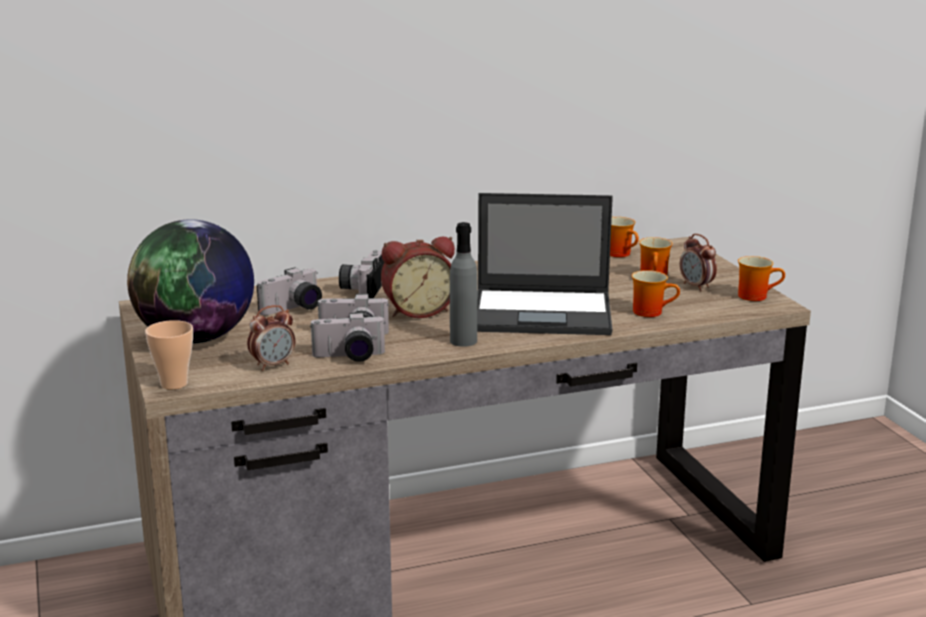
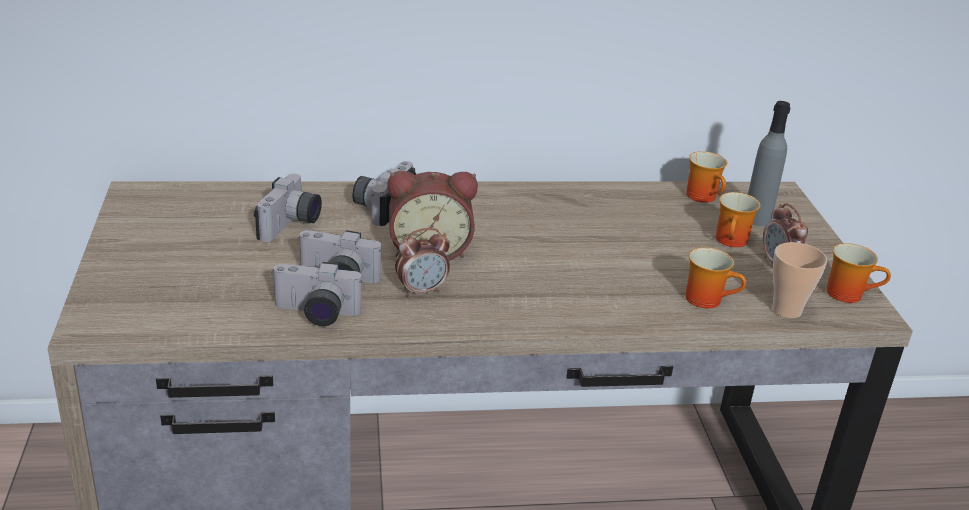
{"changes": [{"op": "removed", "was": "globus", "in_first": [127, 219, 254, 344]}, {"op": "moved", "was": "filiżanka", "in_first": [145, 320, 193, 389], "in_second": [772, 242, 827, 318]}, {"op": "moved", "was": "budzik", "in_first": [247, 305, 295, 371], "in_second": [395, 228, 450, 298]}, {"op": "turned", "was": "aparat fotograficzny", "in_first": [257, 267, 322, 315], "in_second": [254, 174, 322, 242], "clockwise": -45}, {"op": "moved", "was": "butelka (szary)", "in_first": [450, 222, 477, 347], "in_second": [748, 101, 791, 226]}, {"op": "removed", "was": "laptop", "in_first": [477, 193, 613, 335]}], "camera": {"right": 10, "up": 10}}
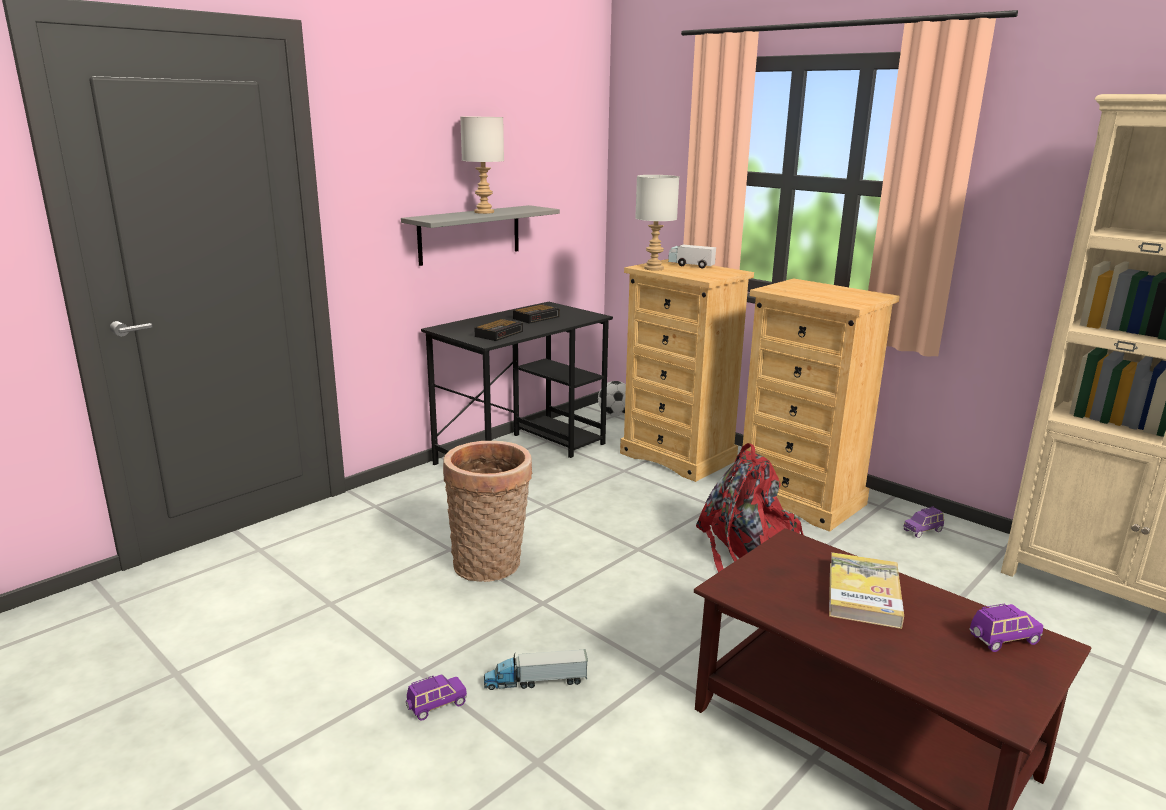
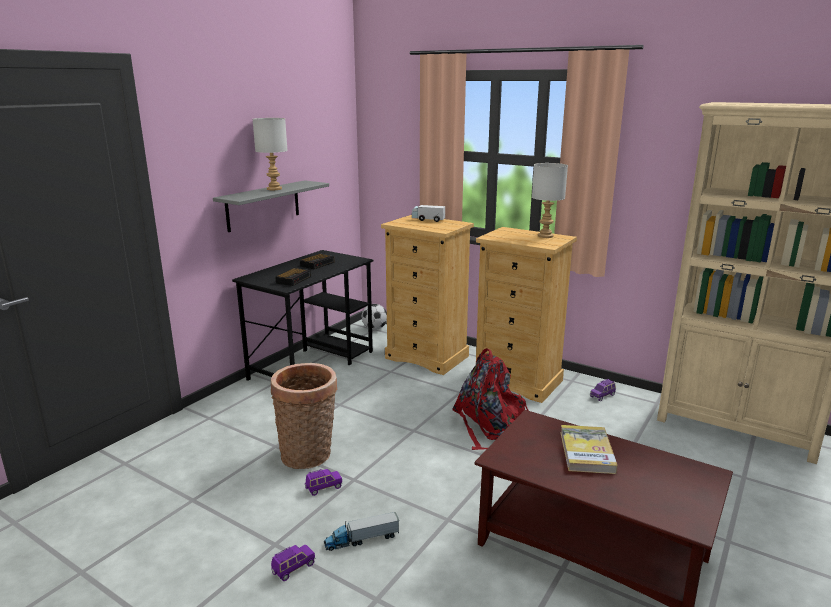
{"changes": [{"op": "moved", "was": "lampa stołowa (szary)", "in_first": [635, 175, 679, 271], "in_second": [532, 163, 568, 238]}, {"op": "moved", "was": "samochodzik (fioletowy)", "in_first": [969, 604, 1043, 652], "in_second": [305, 469, 342, 496]}], "camera": {"right": -10, "up": 0}}
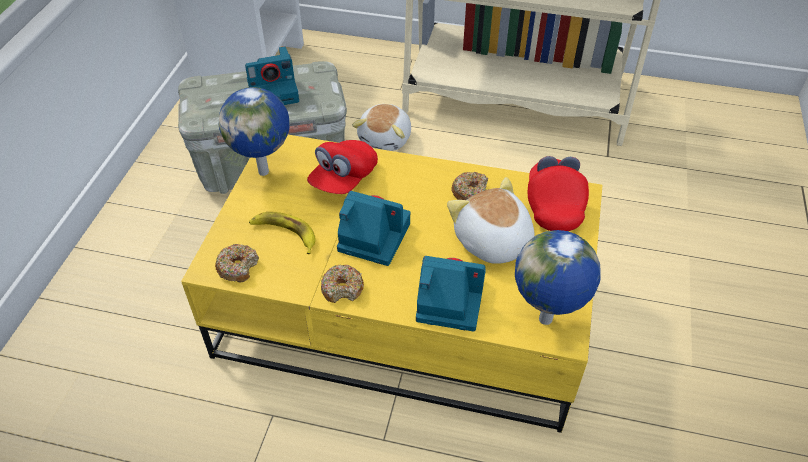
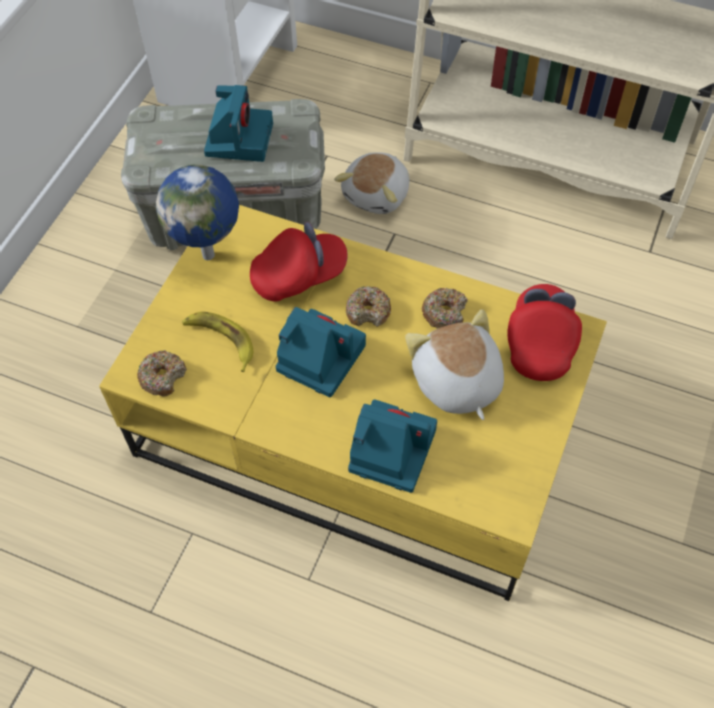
{"changes": [{"op": "turned", "was": "aparat fotograficzny", "in_first": [245, 46, 299, 105], "in_second": [204, 85, 273, 162], "clockwise": -75}, {"op": "turned", "was": "czapka z daszkiem (czerwony)", "in_first": [307, 140, 378, 194], "in_second": [250, 222, 348, 302], "clockwise": -150}, {"op": "moved", "was": "donut", "in_first": [321, 264, 364, 303], "in_second": [346, 286, 391, 327]}, {"op": "removed", "was": "globus", "in_first": [515, 230, 601, 325]}], "camera": {"right": 10, "up": 10}}
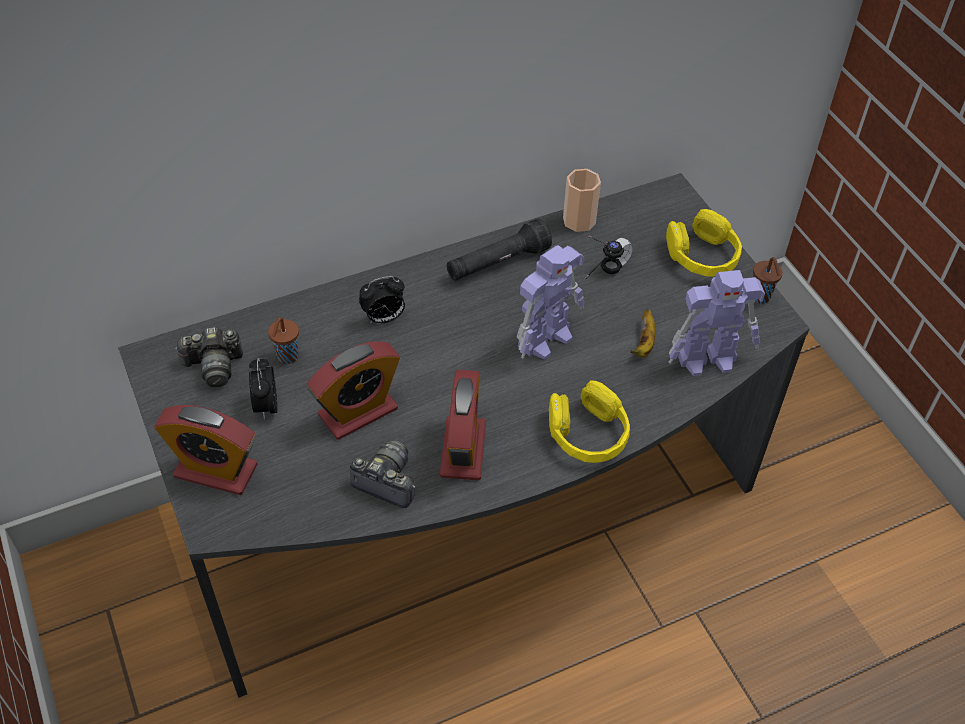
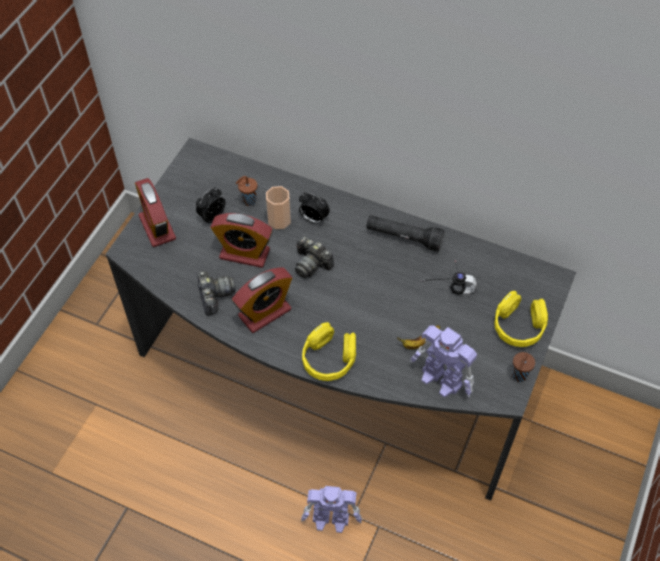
{"changes": [{"op": "moved", "was": "aparat fotograficzny", "in_first": [175, 327, 243, 387], "in_second": [295, 236, 334, 278]}, {"op": "moved", "was": "robot zabawkowy", "in_first": [517, 245, 584, 360], "in_second": [301, 486, 362, 533]}, {"op": "moved", "was": "filiżanka", "in_first": [563, 169, 601, 232], "in_second": [266, 186, 291, 229]}], "camera": {"right": 50, "up": 5}}
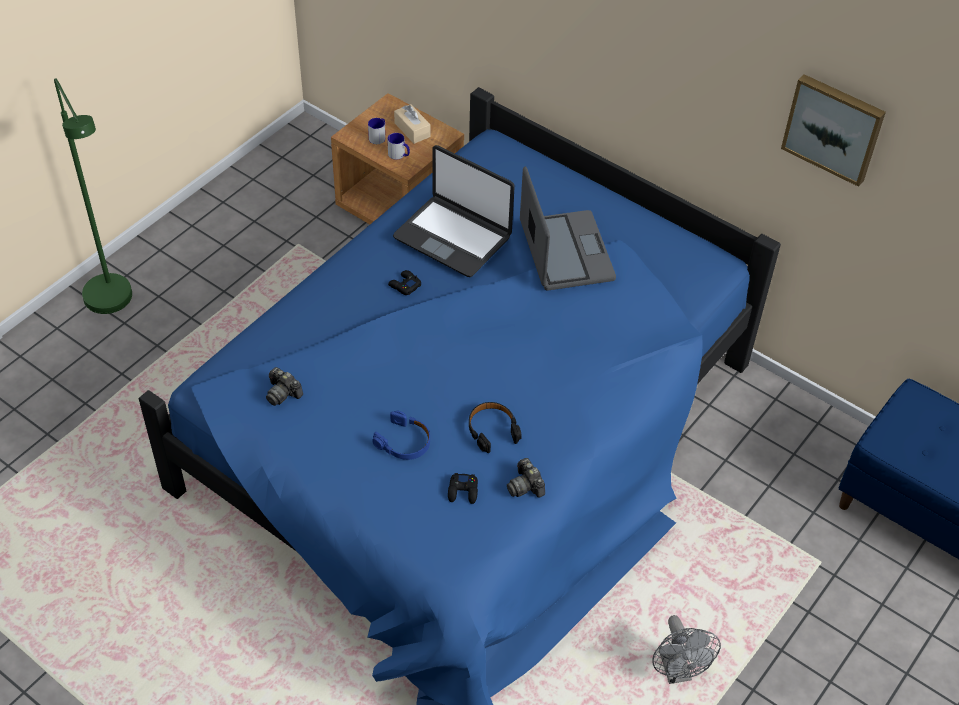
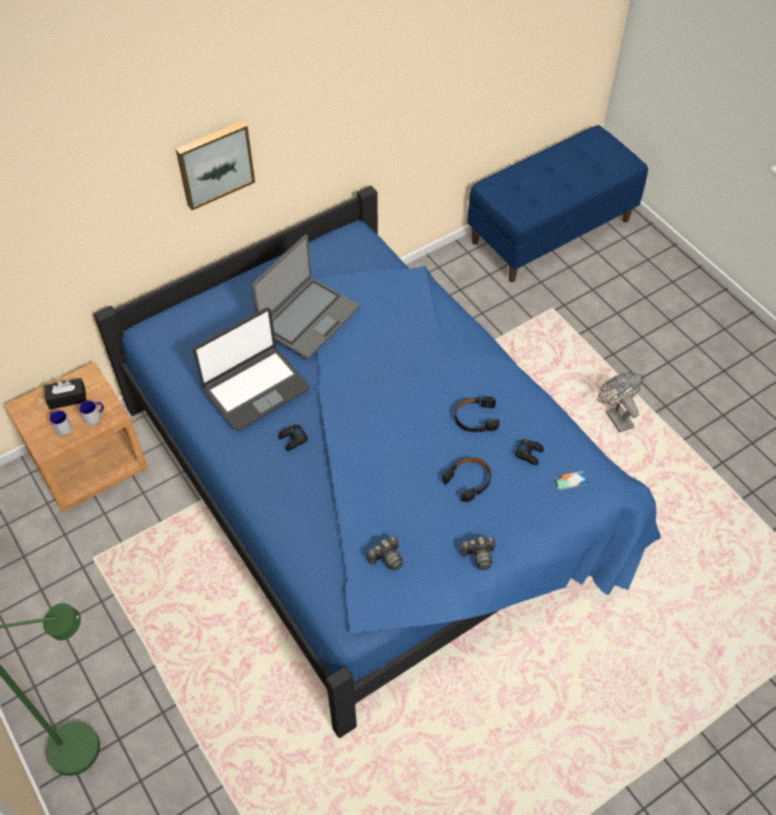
{"changes": [{"op": "recoloured", "was": "słuchawki (niebieski)", "now": "słuchawki (czarny)", "in_first": [372, 411, 430, 460], "in_second": [442, 457, 491, 502]}, {"op": "recoloured", "was": "pudełko chusteczek (beżowy)", "now": "pudełko chusteczek (czarny)", "in_first": [394, 104, 430, 144], "in_second": [44, 378, 87, 410]}, {"op": "moved", "was": "aparat fotograficzny", "in_first": [507, 458, 545, 498], "in_second": [460, 537, 495, 570]}, {"op": "turned", "was": "laptop", "in_first": [520, 166, 616, 290], "in_second": [251, 234, 359, 359], "clockwise": 120}, {"op": "turned", "was": "wentylator (szary)", "in_first": [652, 615, 721, 684], "in_second": [598, 372, 644, 433], "clockwise": -120}, {"op": "moved", "was": "obraz", "in_first": [781, 74, 886, 187], "in_second": [176, 121, 255, 210]}, {"op": "added", "now": "telefon", "in_second": [553, 470, 589, 490]}], "camera": {"right": -70, "up": 5}}
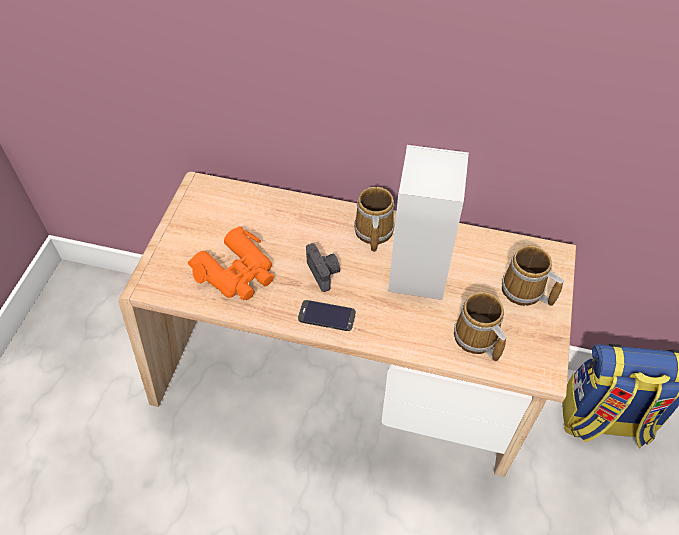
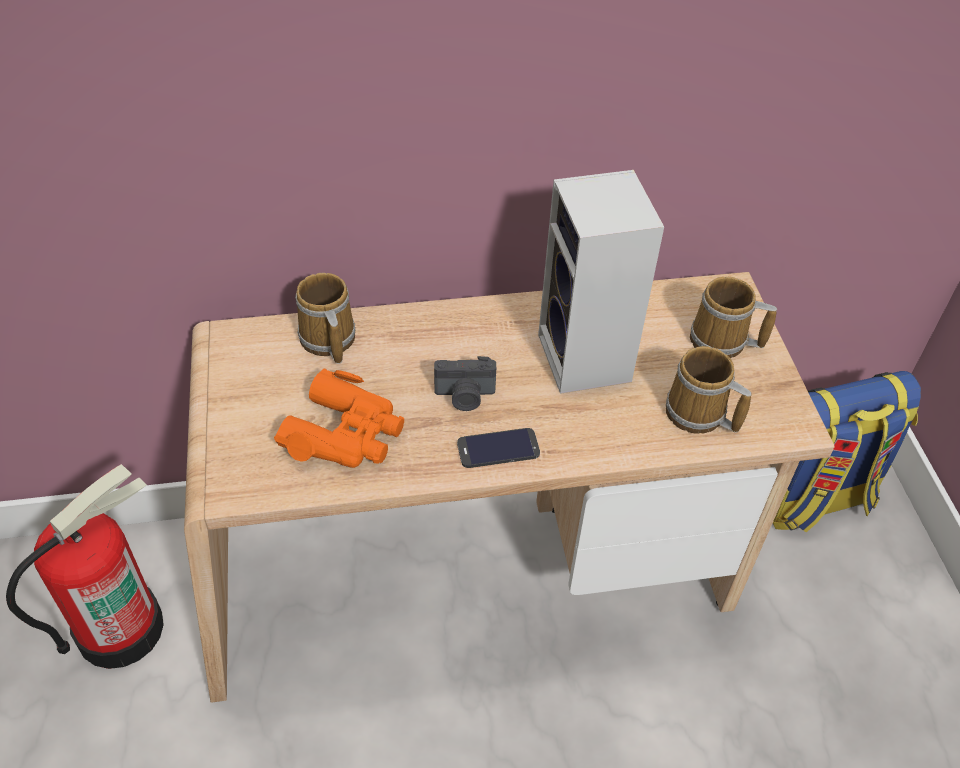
{"changes": [{"op": "turned", "was": "aparat fotograficzny", "in_first": [306, 243, 340, 292], "in_second": [434, 356, 496, 411], "clockwise": 135}, {"op": "moved", "was": "kubek", "in_first": [354, 187, 395, 252], "in_second": [295, 273, 355, 364]}, {"op": "added", "now": "gaśnica", "in_second": [6, 464, 164, 669]}], "camera": {"right": -25, "up": -5}}
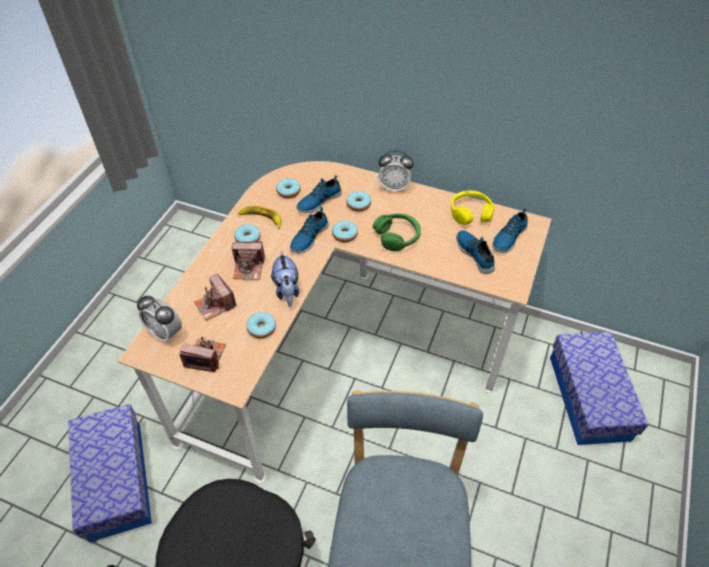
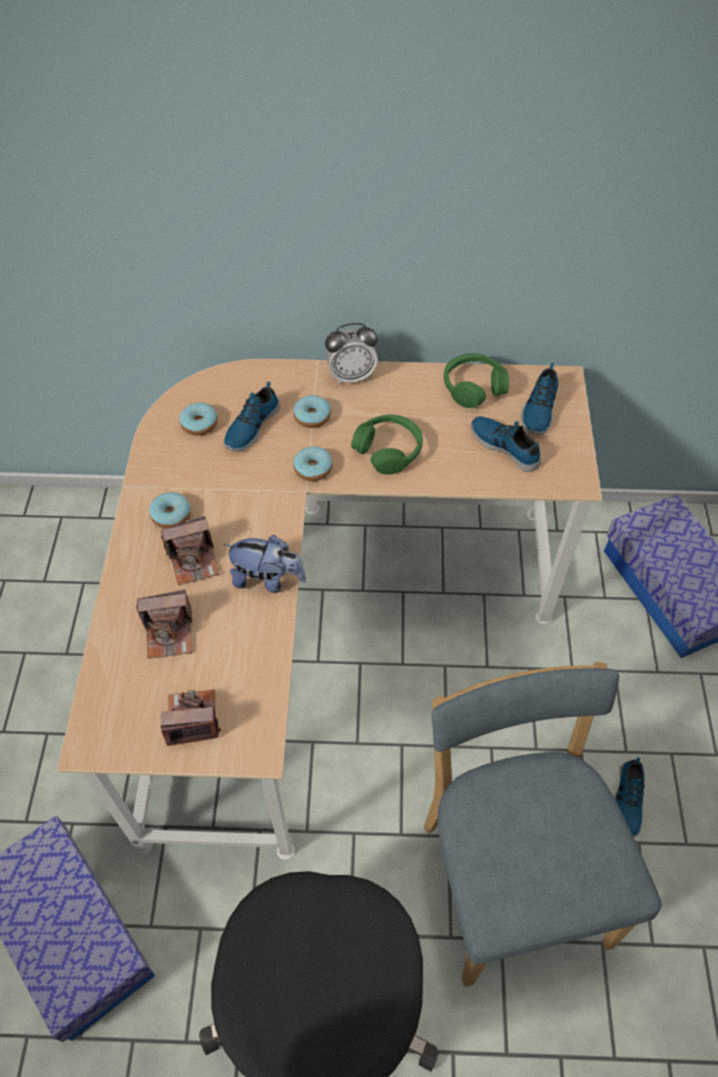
{"changes": [{"op": "removed", "was": "budzik", "in_first": [137, 296, 182, 343]}, {"op": "turned", "was": "aparat fotograficzny", "in_first": [194, 274, 236, 321], "in_second": [136, 590, 192, 659], "clockwise": -45}, {"op": "removed", "was": "banan", "in_first": [238, 206, 282, 229]}, {"op": "removed", "was": "donut", "in_first": [246, 312, 276, 338]}, {"op": "turned", "was": "pluszak", "in_first": [271, 251, 300, 306], "in_second": [224, 535, 306, 593], "clockwise": -45}, {"op": "moved", "was": "but", "in_first": [290, 207, 329, 253], "in_second": [614, 757, 645, 837]}, {"op": "recoloured", "was": "słuchawki (żółty)", "now": "słuchawki (zielony)", "in_first": [451, 191, 494, 225], "in_second": [444, 353, 509, 408]}], "camera": {"right": -20, "up": 5}}
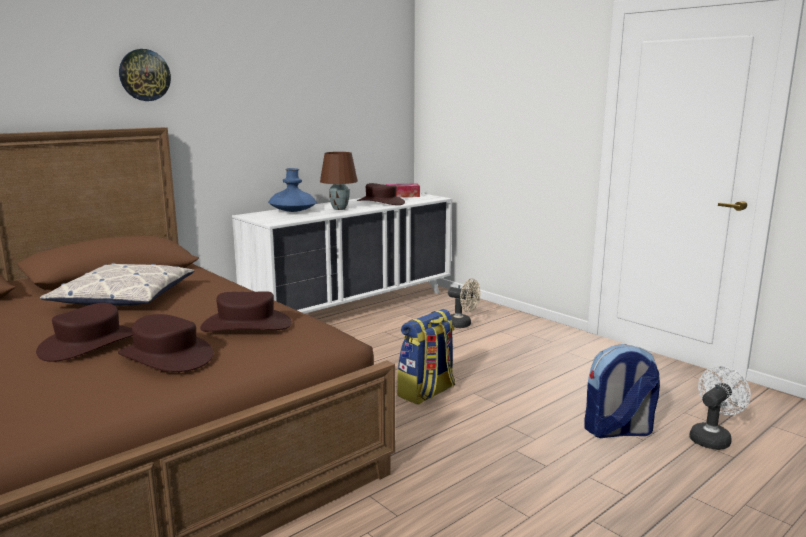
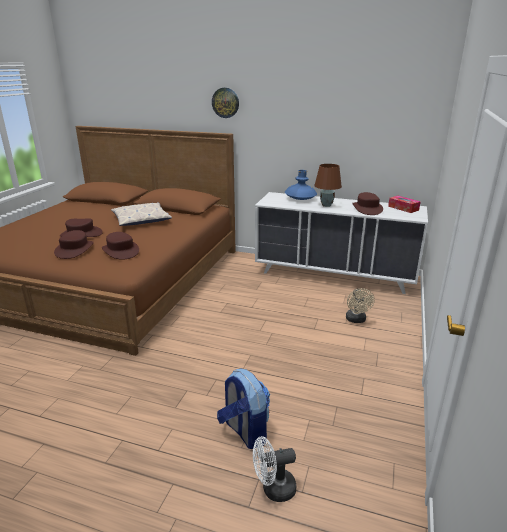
{"changes": [{"op": "removed", "was": "plecak", "in_first": [397, 309, 455, 405]}, {"op": "turned", "was": "wentylator (biały)", "in_first": [689, 366, 751, 450], "in_second": [253, 436, 296, 502], "clockwise": 150}], "camera": {"right": 60, "up": 10}}
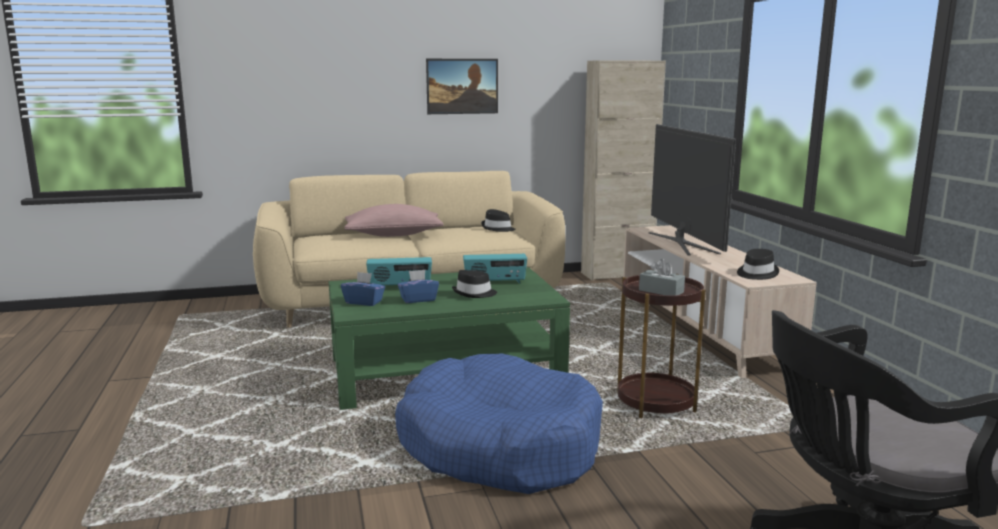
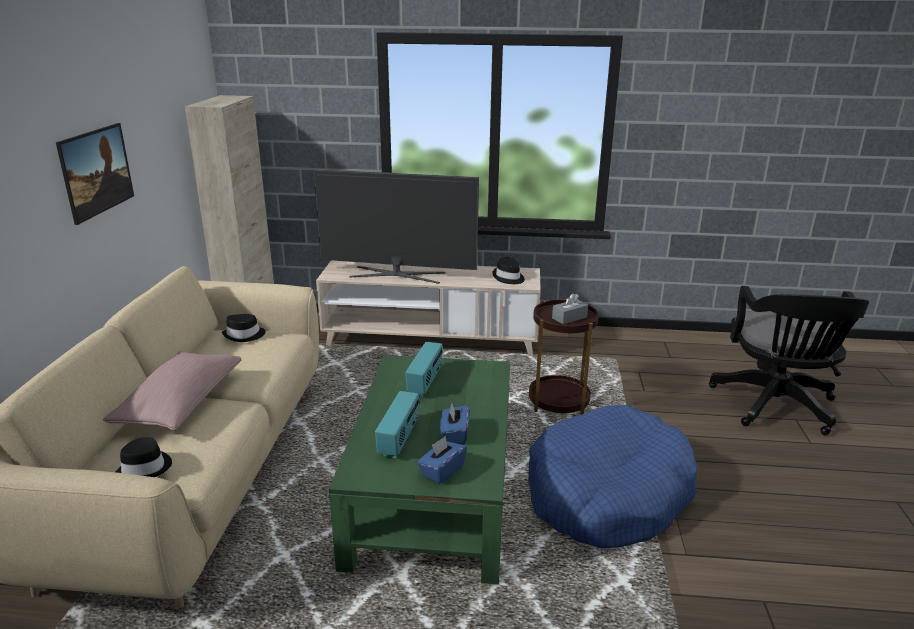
{"changes": [{"op": "moved", "was": "kapelusz (czarny)", "in_first": [452, 270, 497, 298], "in_second": [116, 437, 172, 477]}], "camera": {"right": -70, "up": 10}}
